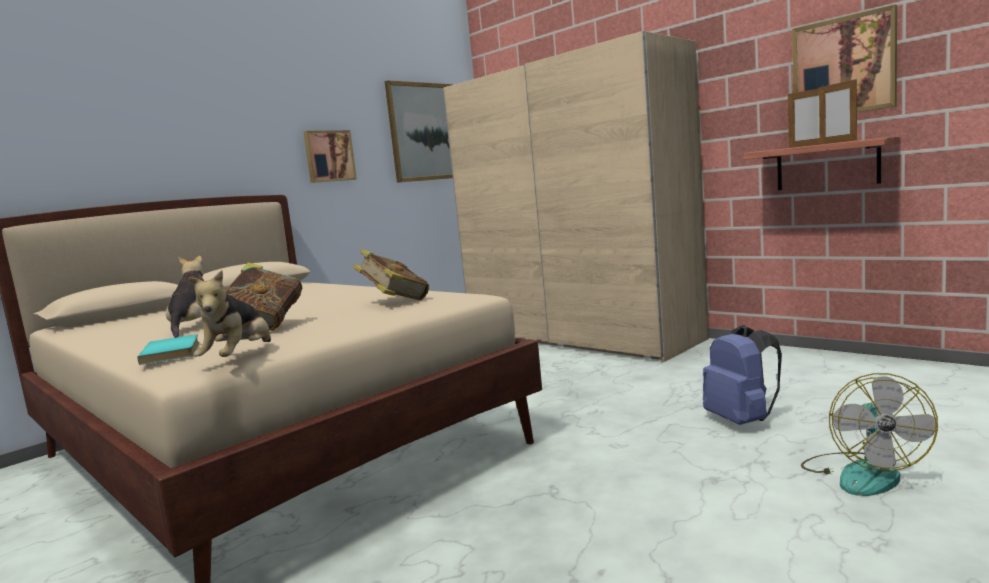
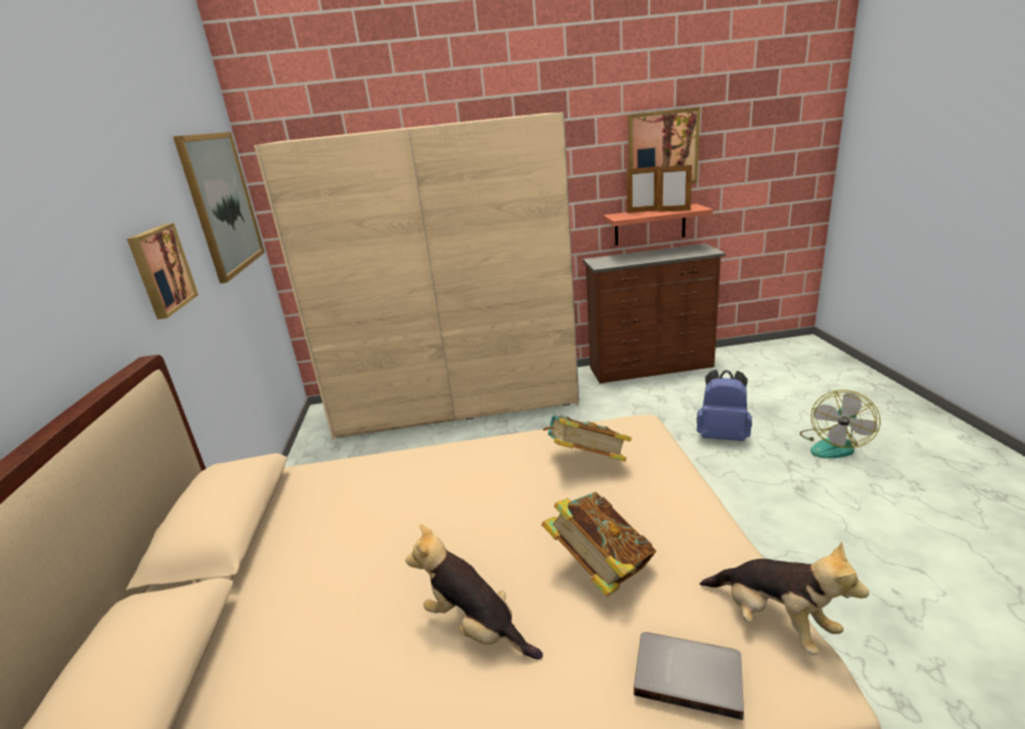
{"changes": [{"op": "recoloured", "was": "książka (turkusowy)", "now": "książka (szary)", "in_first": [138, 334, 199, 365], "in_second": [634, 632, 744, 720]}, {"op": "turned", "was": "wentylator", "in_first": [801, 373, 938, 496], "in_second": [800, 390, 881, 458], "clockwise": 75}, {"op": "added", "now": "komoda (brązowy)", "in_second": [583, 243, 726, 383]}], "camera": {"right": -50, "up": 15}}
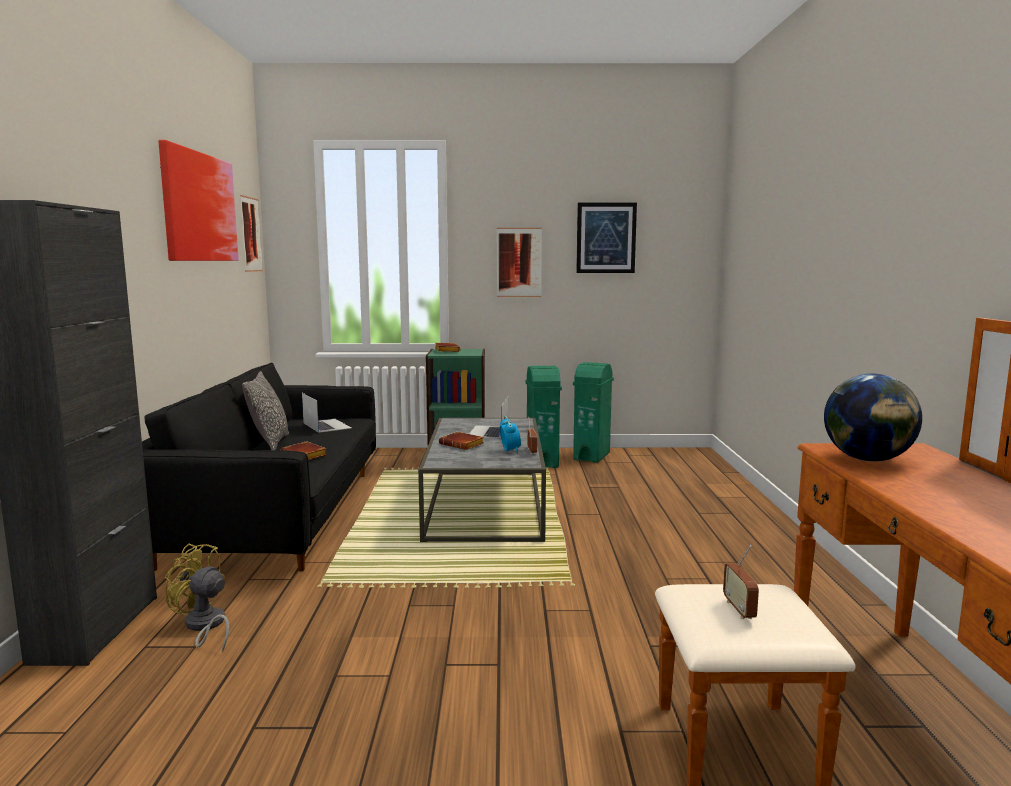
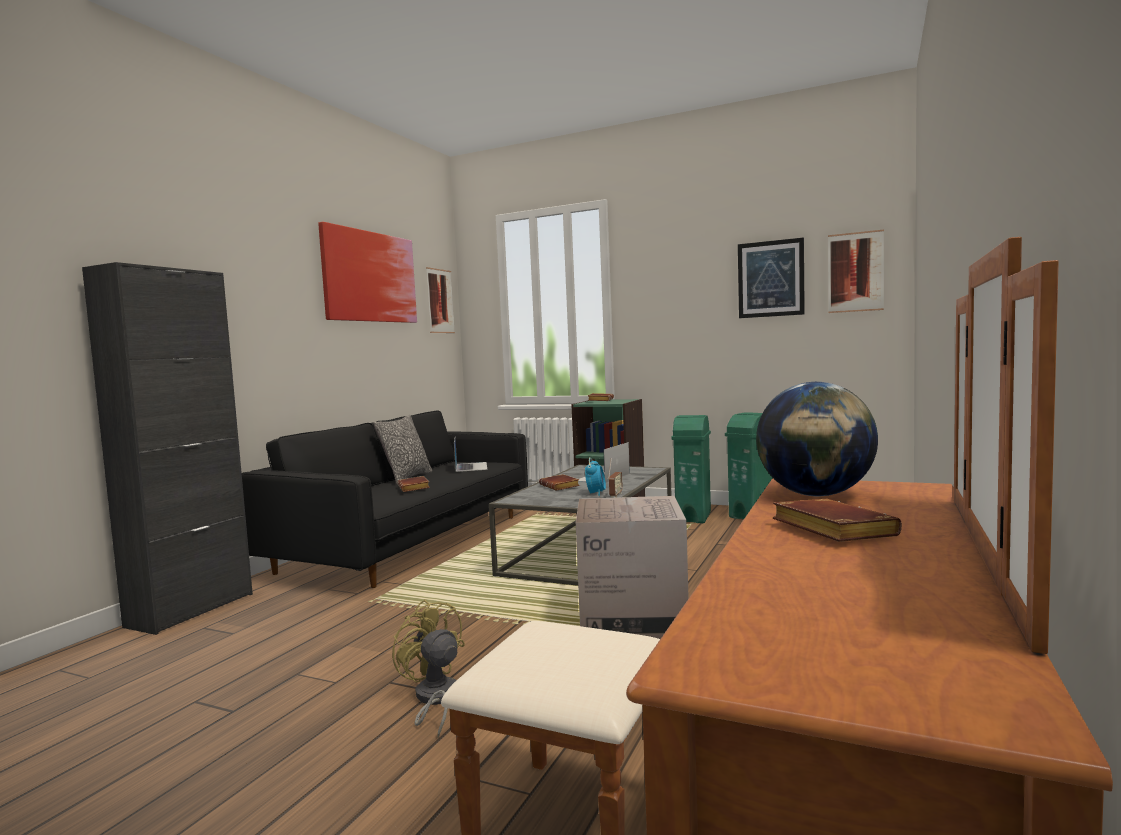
{"changes": [{"op": "moved", "was": "wentylator (żółty)", "in_first": [164, 543, 229, 652], "in_second": [392, 600, 465, 738]}, {"op": "moved", "was": "obraz", "in_first": [497, 228, 542, 297], "in_second": [828, 230, 884, 313]}, {"op": "removed", "was": "radio", "in_first": [723, 545, 759, 619]}, {"op": "added", "now": "karton", "in_second": [576, 496, 689, 639]}, {"op": "added", "now": "książka (brązowy)", "in_second": [773, 499, 902, 542]}], "camera": {"right": 25, "up": -5}}
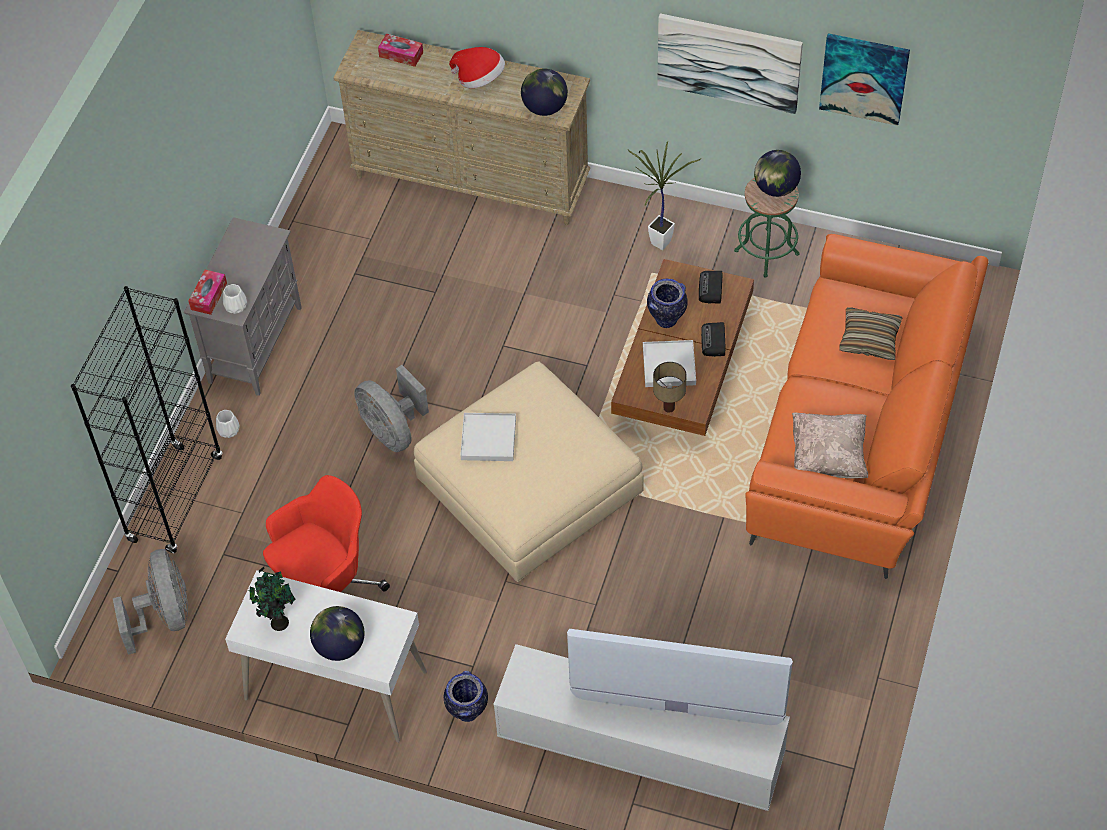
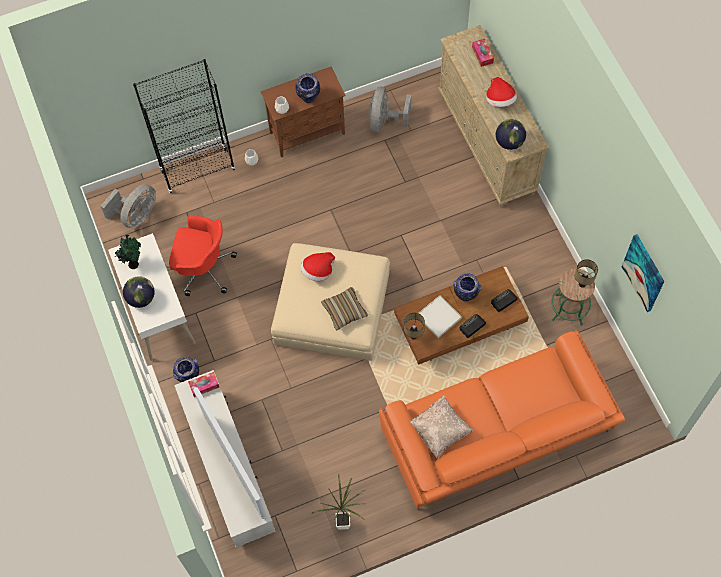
{"changes": [{"op": "recoloured", "was": "szafka (szary)", "now": "szafka (brązowy)", "in_first": [184, 217, 302, 396], "in_second": [261, 66, 346, 157]}, {"op": "moved", "was": "pudełko chusteczek", "in_first": [189, 270, 227, 315], "in_second": [188, 372, 219, 397]}, {"op": "moved", "was": "wentylator (szary)", "in_first": [354, 365, 429, 452], "in_second": [368, 86, 411, 132]}, {"op": "replaced", "was": "taca (biały)", "now": "kapelusz", "in_first": [460, 413, 516, 461], "in_second": [300, 252, 335, 281]}, {"op": "moved", "was": "roślina doniczkowa", "in_first": [628, 142, 701, 250], "in_second": [311, 474, 366, 530]}, {"op": "removed", "was": "obraz", "in_first": [657, 13, 803, 114]}, {"op": "replaced", "was": "globus", "now": "lampa stołowa", "in_first": [754, 150, 801, 197], "in_second": [575, 259, 598, 288]}, {"op": "moved", "was": "poduszka", "in_first": [839, 307, 903, 360], "in_second": [321, 287, 368, 330]}, {"op": "added", "now": "wazon", "in_second": [295, 73, 320, 103]}], "camera": {"right": 50, "up": 10}}
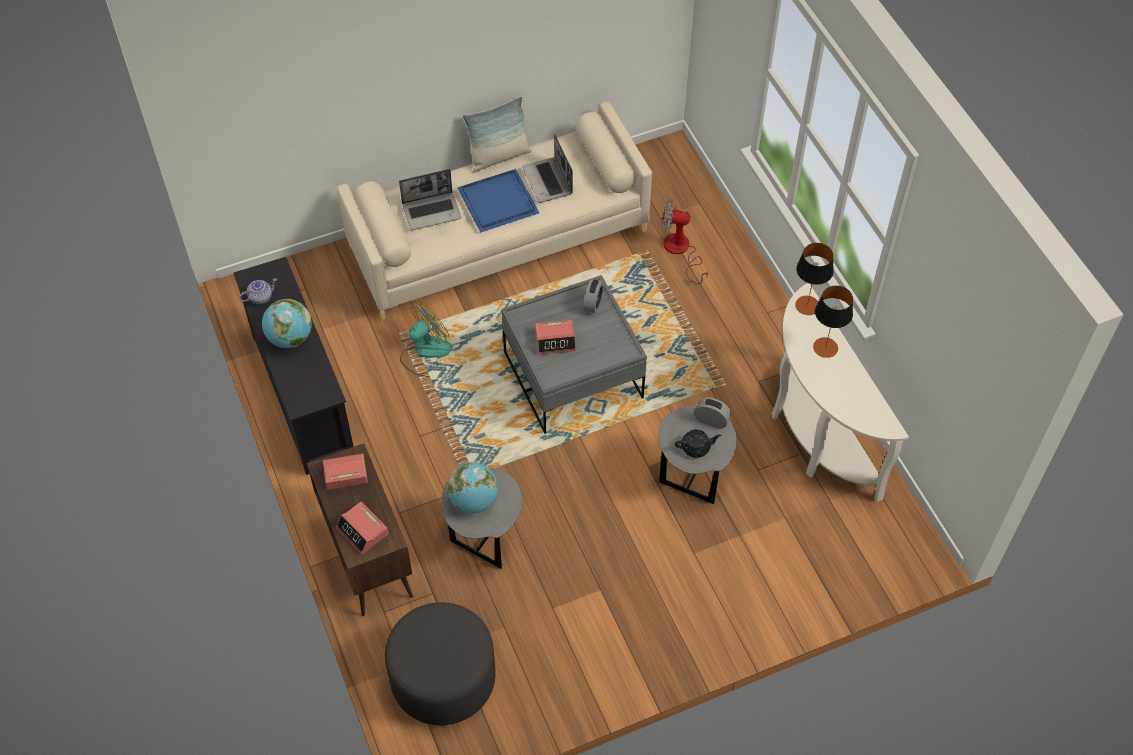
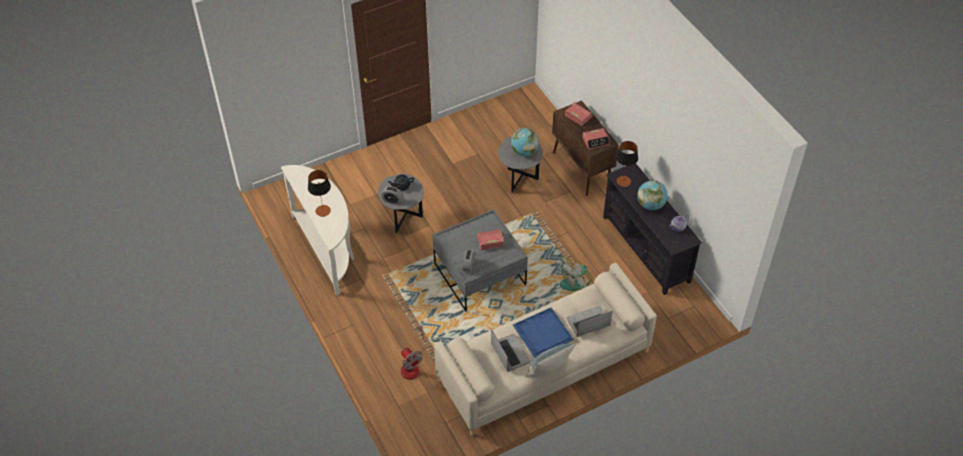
{"changes": [{"op": "removed", "was": "pufa (szary)", "in_first": [385, 602, 496, 725]}, {"op": "turned", "was": "wentylator", "in_first": [661, 200, 709, 284], "in_second": [401, 325, 425, 380], "clockwise": 45}, {"op": "moved", "was": "lampa stołowa", "in_first": [795, 243, 834, 315], "in_second": [616, 141, 638, 187]}], "camera": {"right": 175, "up": -5}}
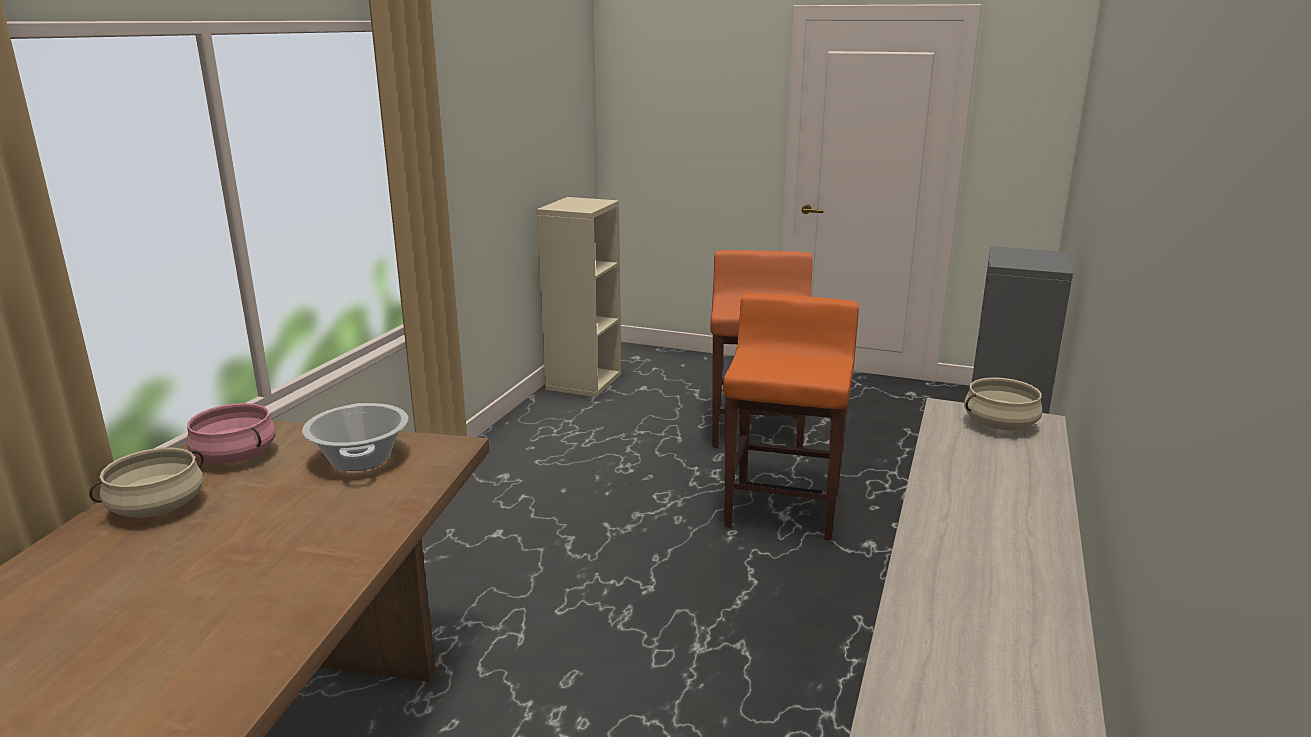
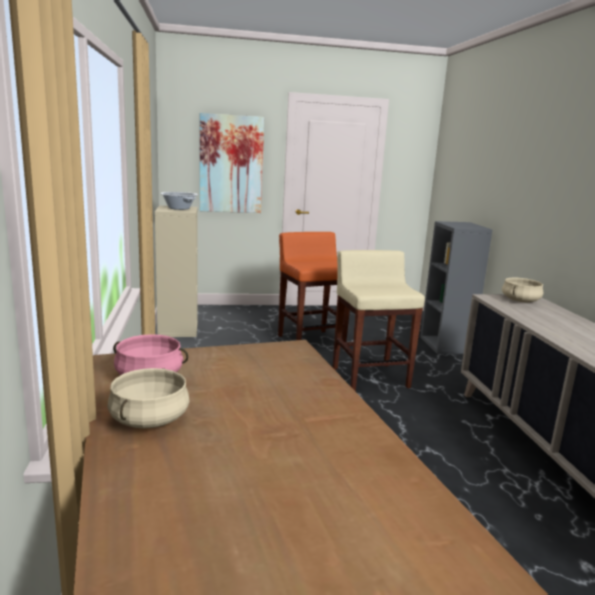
{"changes": [{"op": "moved", "was": "garnek", "in_first": [302, 403, 409, 471], "in_second": [160, 192, 198, 210]}, {"op": "recoloured", "was": "stołek (pomarańczowy)", "now": "stołek (beżowy)", "in_first": [723, 293, 859, 541], "in_second": [333, 250, 425, 392]}, {"op": "added", "now": "obraz", "in_second": [200, 113, 264, 213]}], "camera": {"right": -30, "up": -5}}
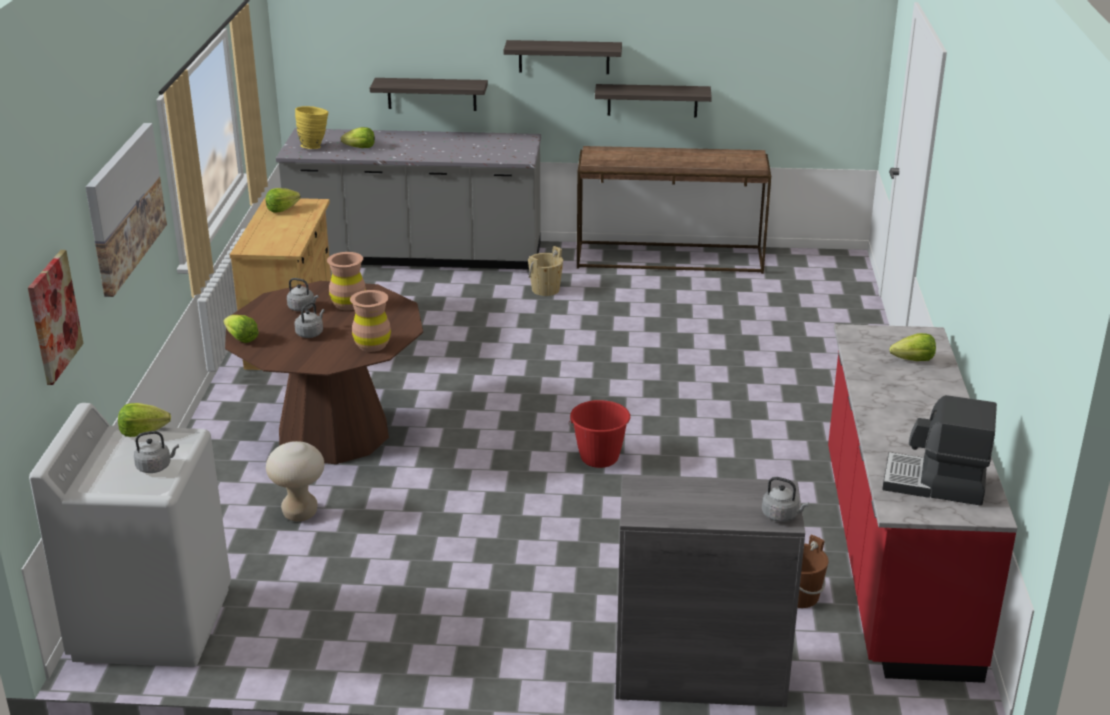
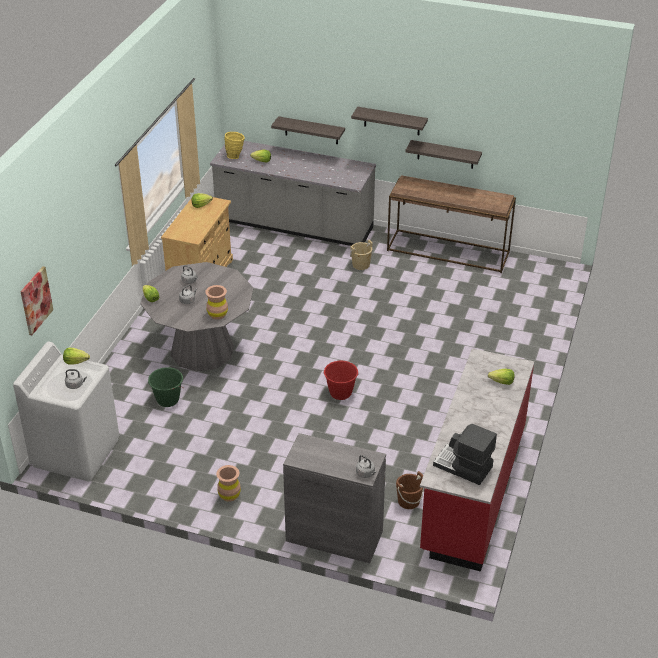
{"changes": [{"op": "removed", "was": "obraz", "in_first": [85, 123, 167, 297]}, {"op": "recoloured", "was": "stół jadalny (brązowy)", "now": "stół jadalny (szary)", "in_first": [225, 281, 423, 464], "in_second": [140, 262, 254, 372]}, {"op": "replaced", "was": "stołek (beżowy)", "now": "wiadro (zielony)", "in_first": [266, 441, 325, 521], "in_second": [148, 367, 183, 407]}, {"op": "moved", "was": "wazon (brązowy)", "in_first": [327, 252, 366, 311], "in_second": [216, 465, 241, 502]}], "camera": {"right": 15, "up": 10}}
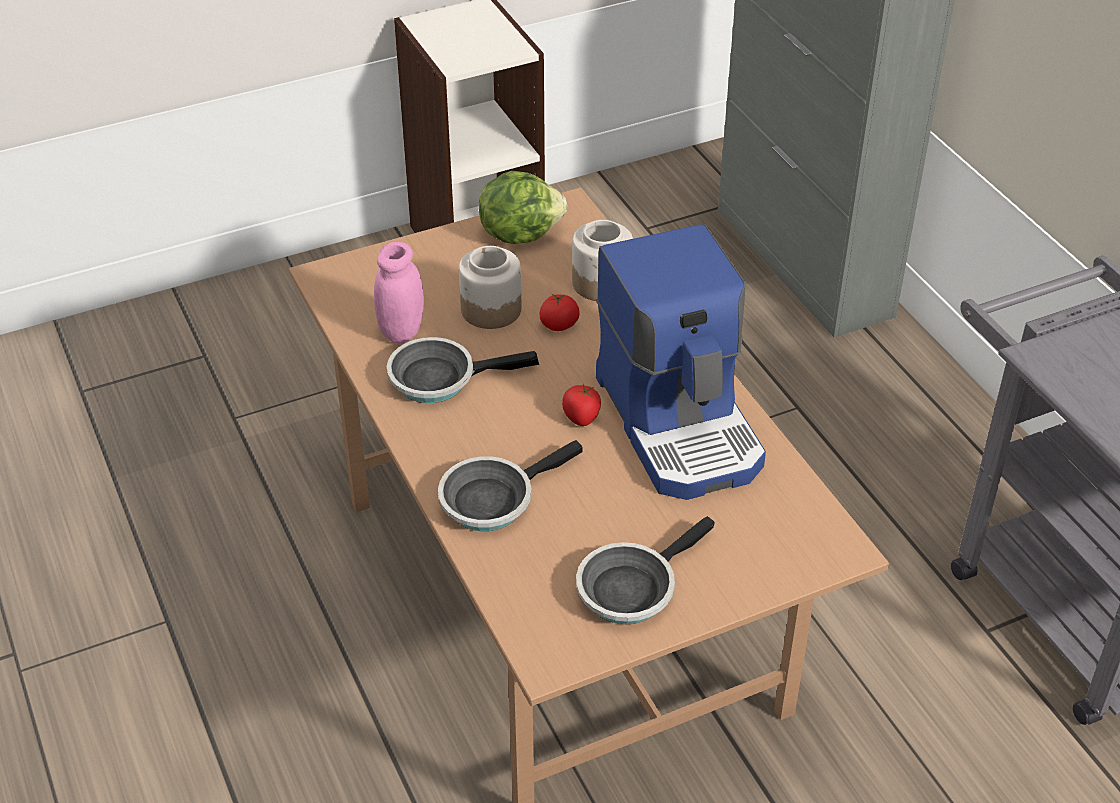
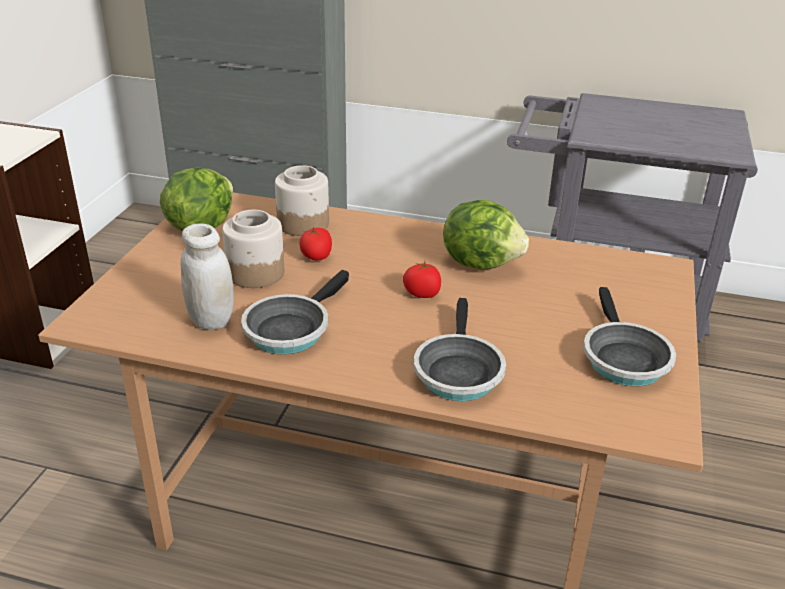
{"changes": [{"op": "recoloured", "was": "słoik (różowy)", "now": "słoik (biały)", "in_first": [374, 242, 424, 344], "in_second": [180, 223, 234, 330]}, {"op": "replaced", "was": "ekspres do kawy", "now": "sałata", "in_first": [596, 224, 766, 500], "in_second": [443, 200, 529, 269]}], "camera": {"right": -50, "up": -10}}
